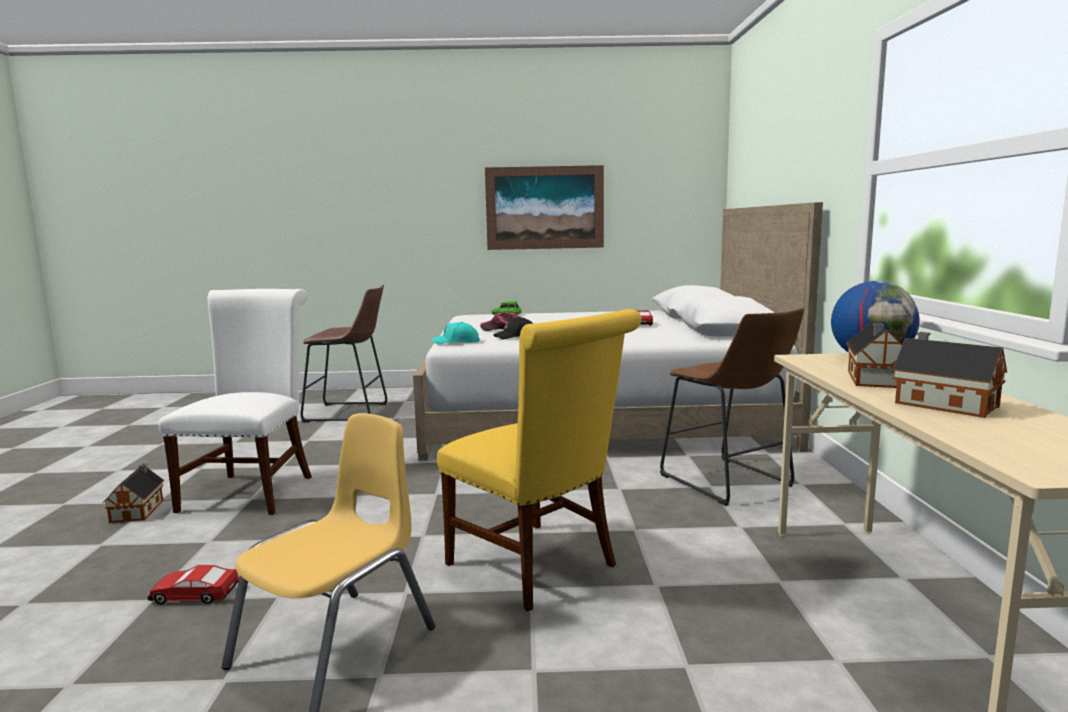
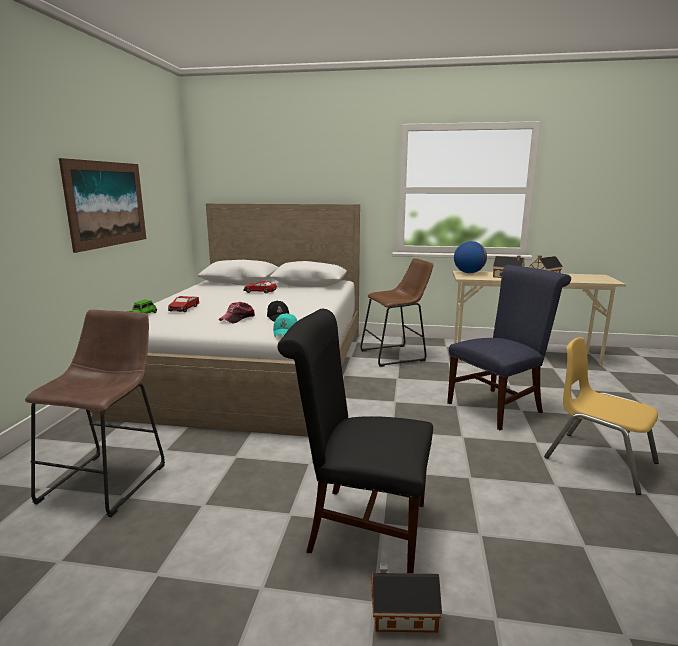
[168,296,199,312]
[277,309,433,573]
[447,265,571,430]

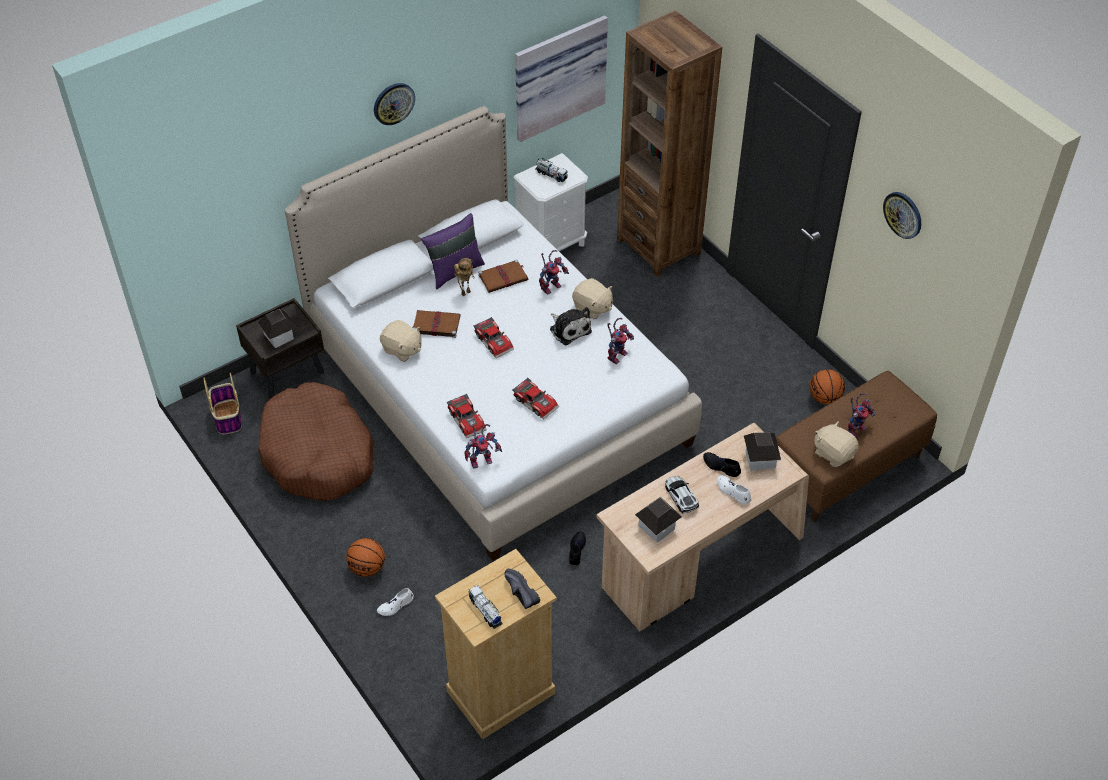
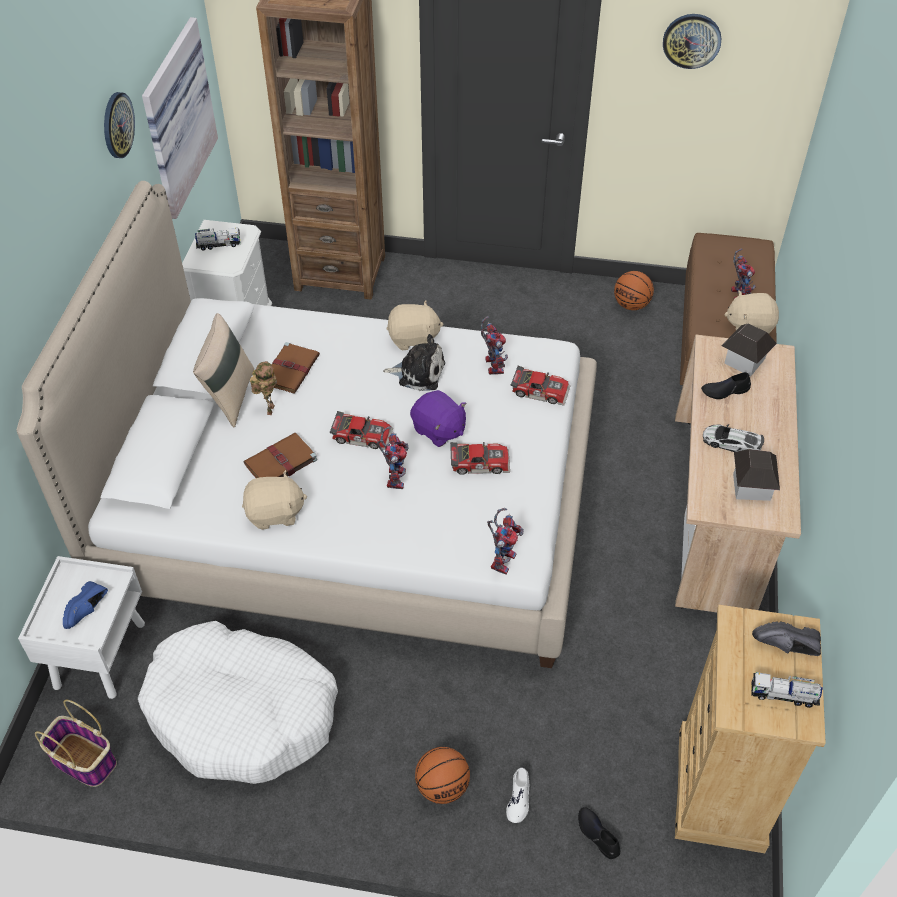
[18,556,145,699]
[63,581,108,629]
[104,92,135,158]
[138,621,338,784]
[193,313,255,428]
[377,427,409,489]
[410,390,466,447]
[511,366,571,406]
[578,807,620,859]
[717,475,751,505] (first image)

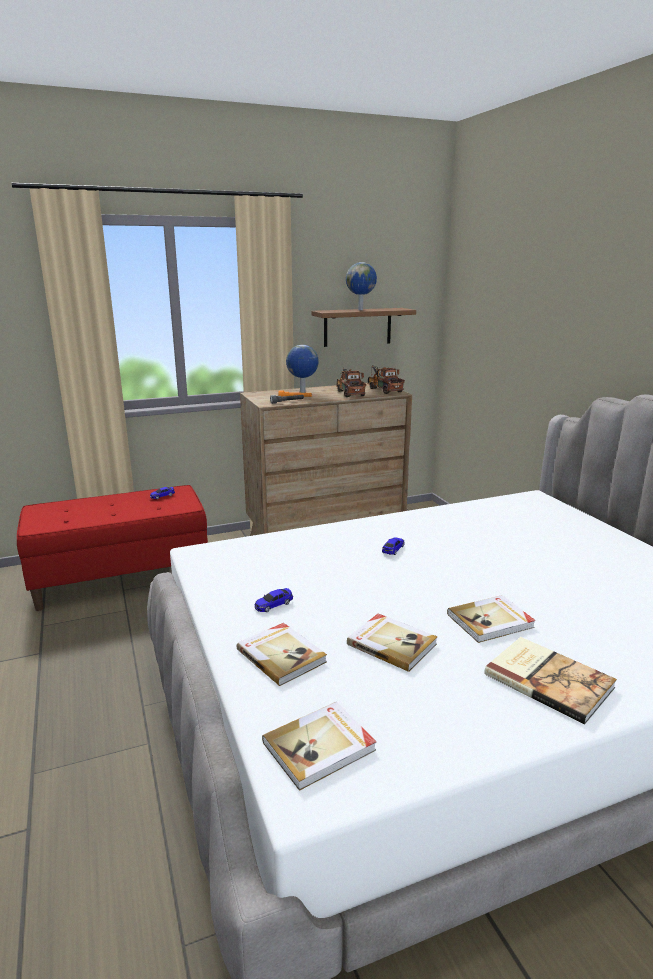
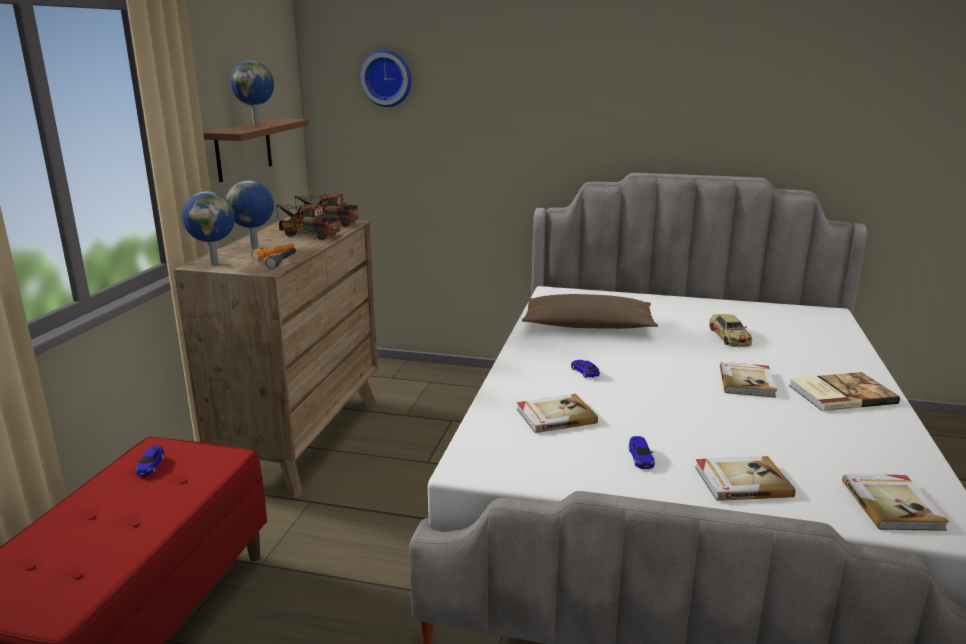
[181,191,235,265]
[360,50,412,107]
[517,394,598,433]
[522,294,658,329]
[709,314,752,347]

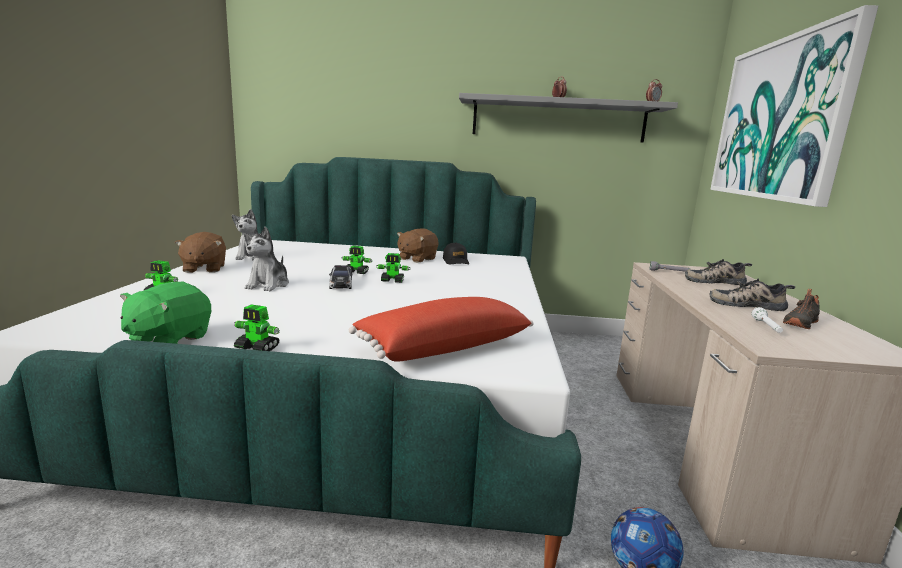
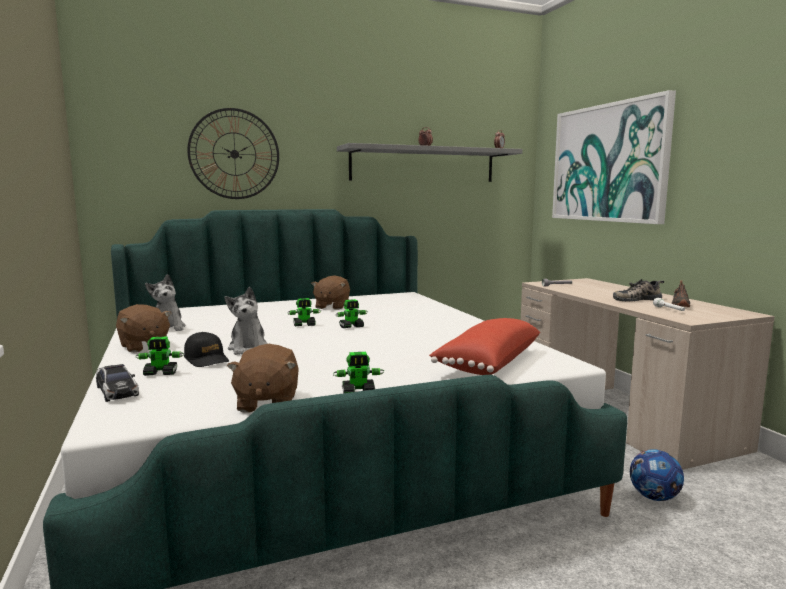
[96,364,139,402]
[184,332,229,367]
[187,108,279,199]
[227,344,298,413]
[685,259,752,285] (first image)

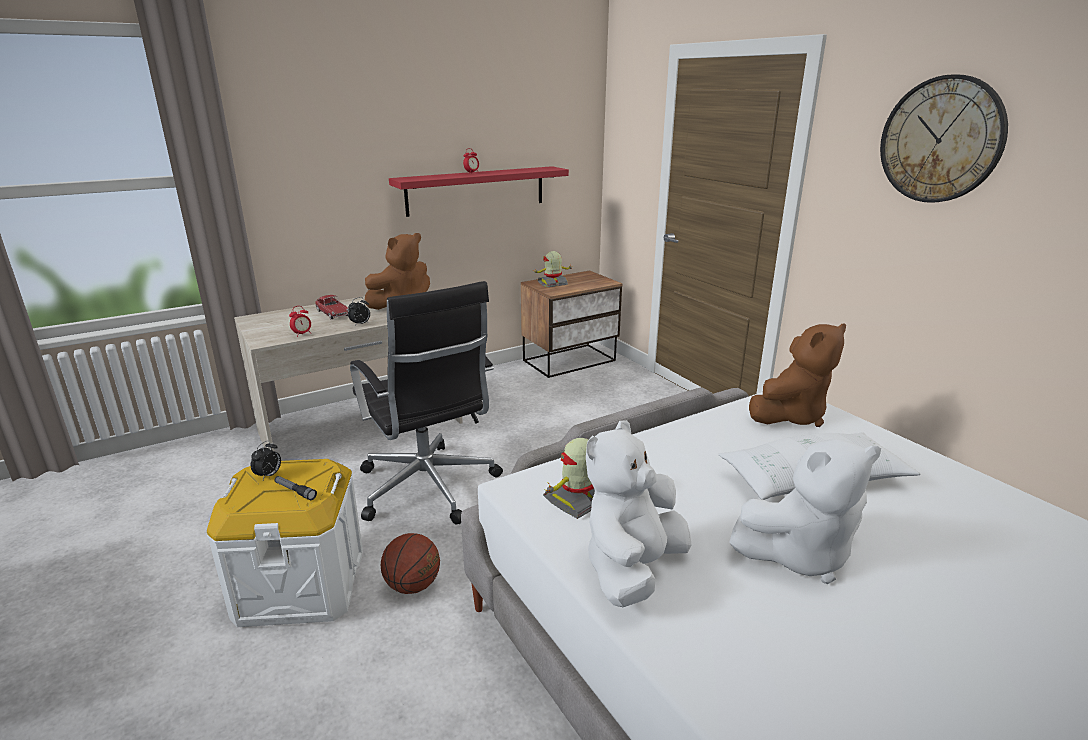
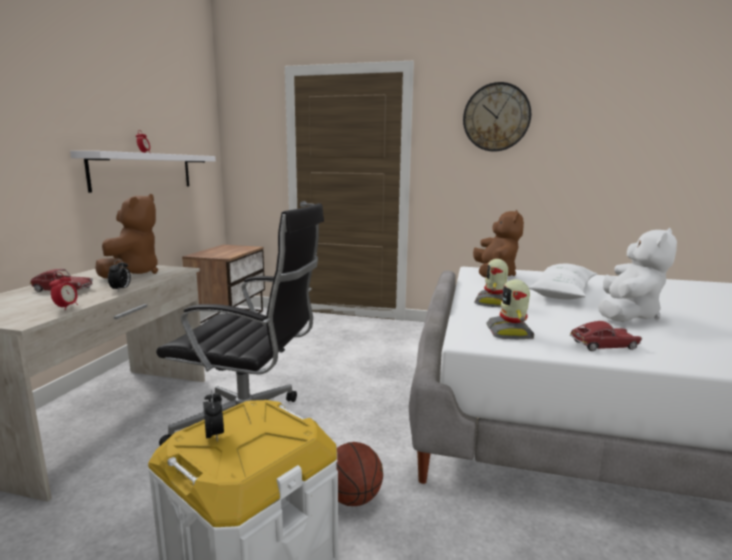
[70,151,216,193]
[474,259,508,307]
[570,321,642,351]
[274,476,317,500] (first image)

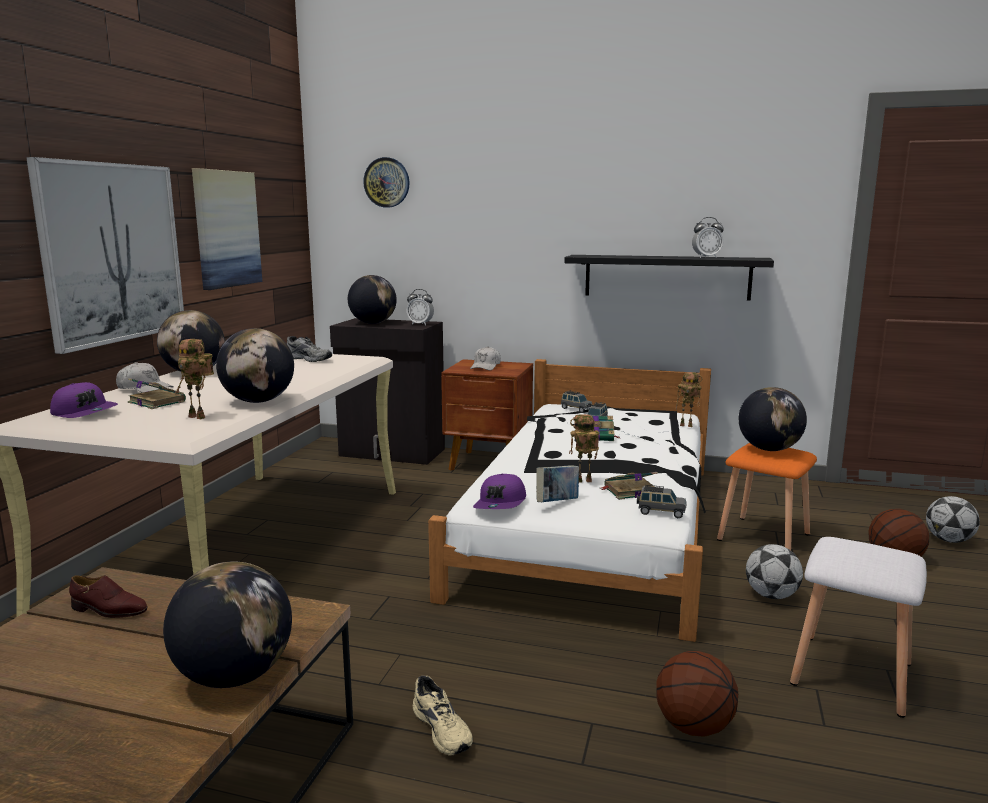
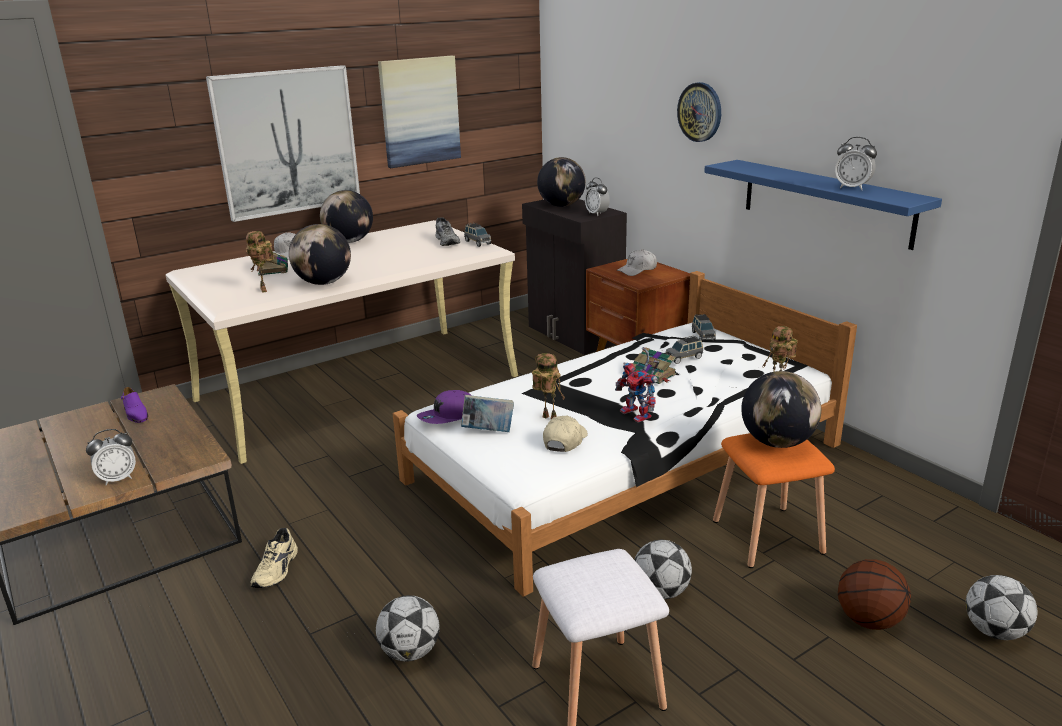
[86,429,136,485]
[121,387,148,423]
[376,595,440,661]
[464,223,491,247]
[543,416,588,452]
[615,347,659,423]
[677,82,721,142]
[704,160,942,250]
[50,382,118,418] (first image)

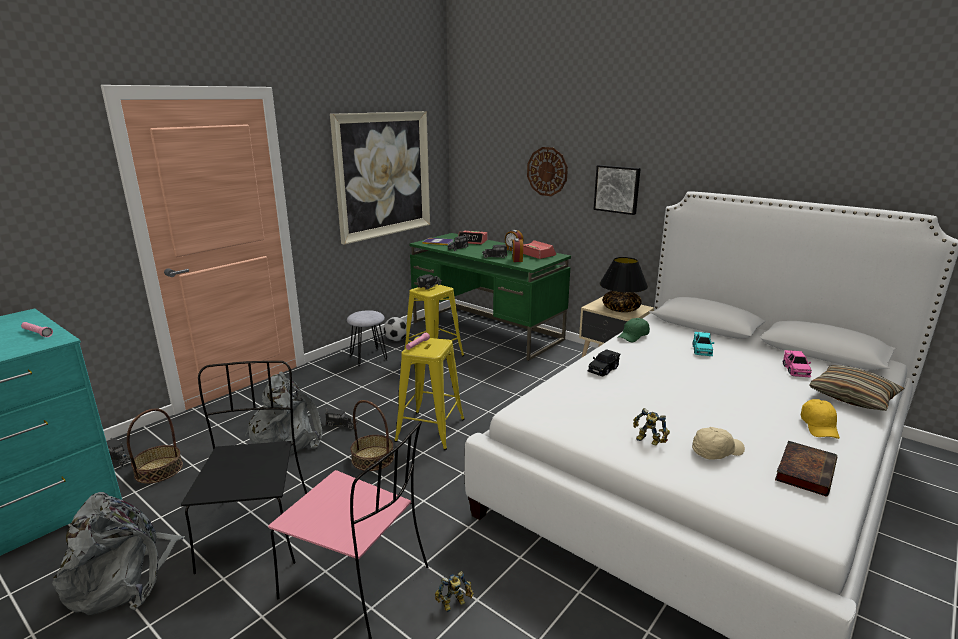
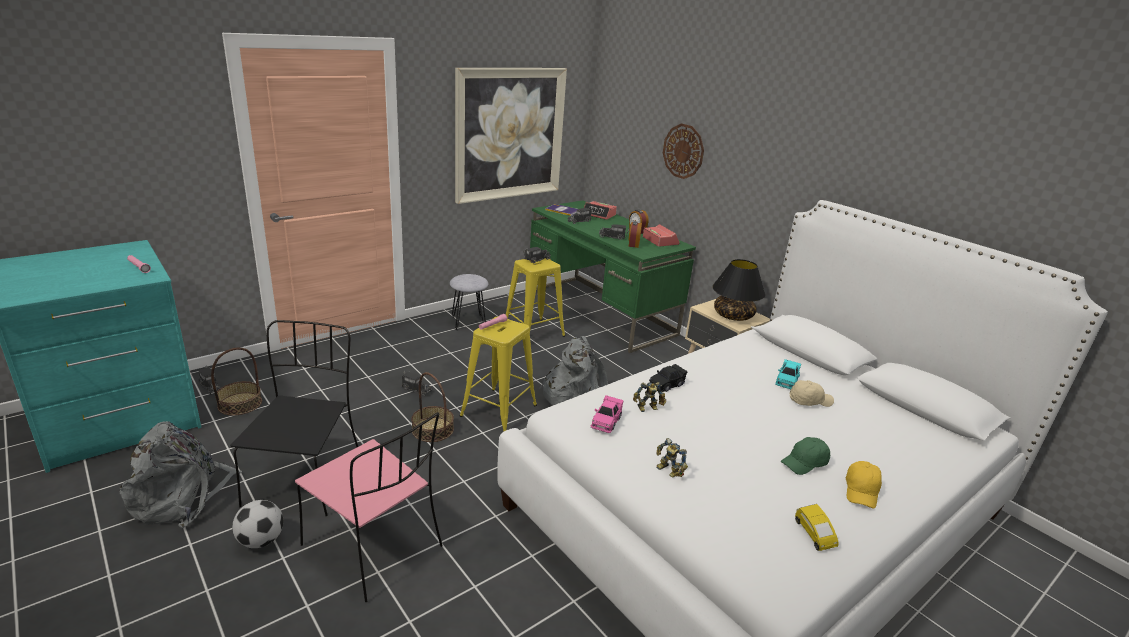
[232,500,283,548]
[539,336,608,406]
[591,395,624,433]
[633,382,666,412]
[781,437,830,475]
[789,380,834,407]
[795,504,838,551]
[594,165,641,215] (first image)
[809,365,905,411] (first image)

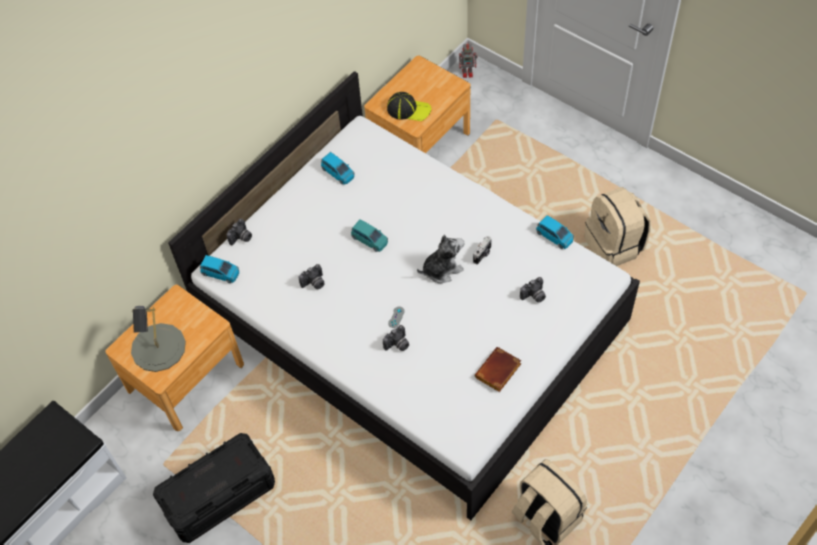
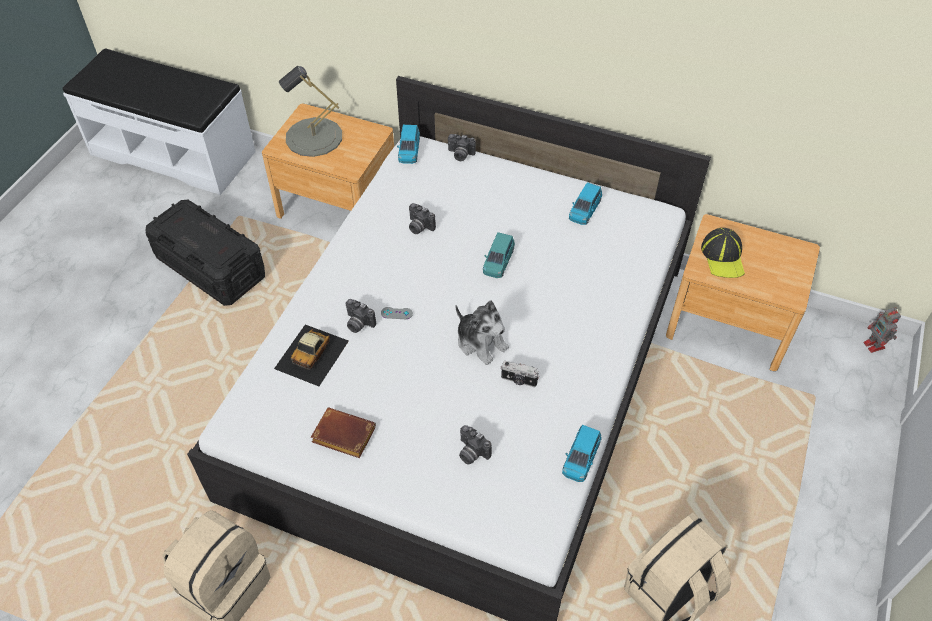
[274,324,349,386]

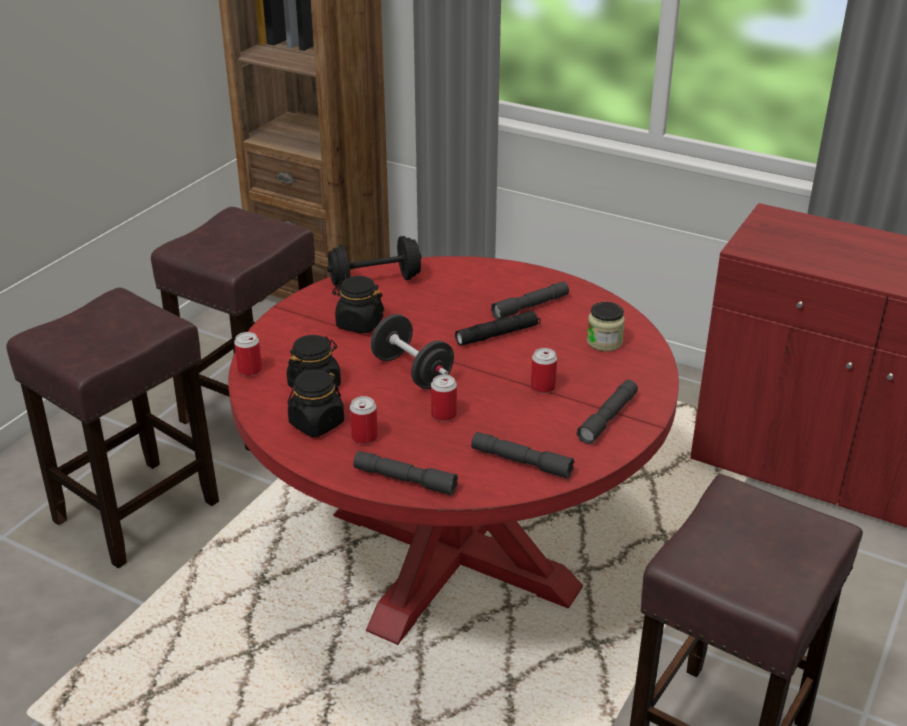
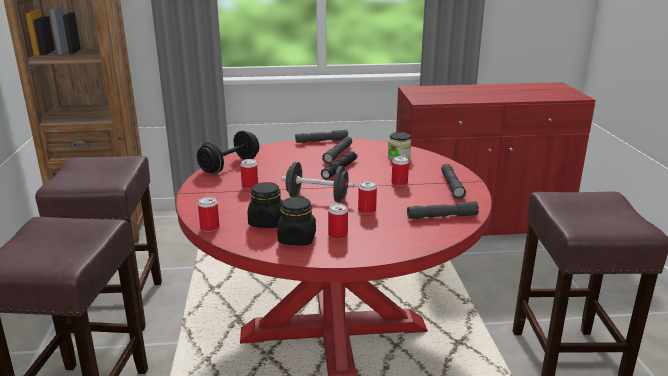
[240,159,258,189]
[295,130,348,143]

